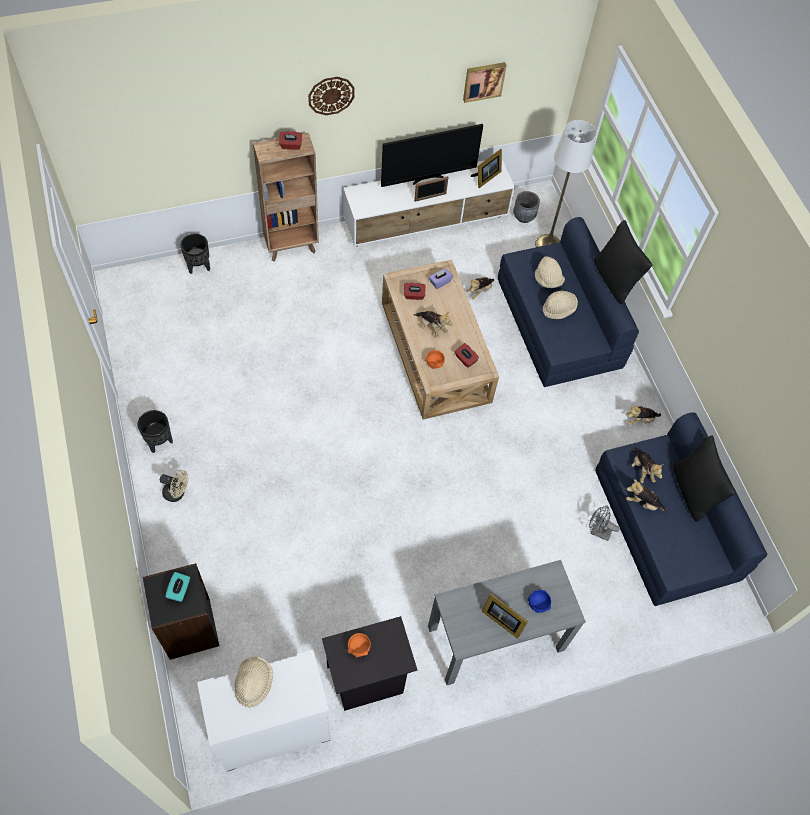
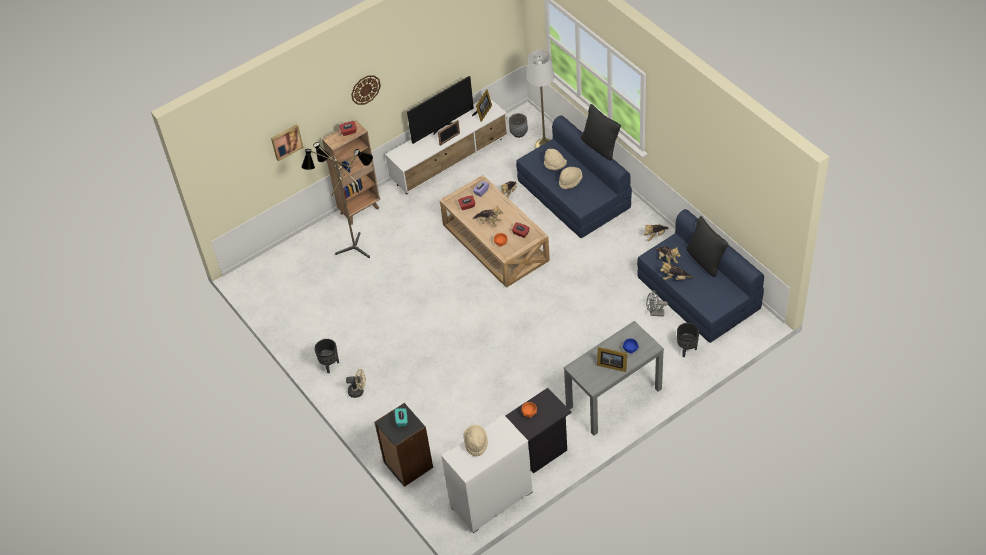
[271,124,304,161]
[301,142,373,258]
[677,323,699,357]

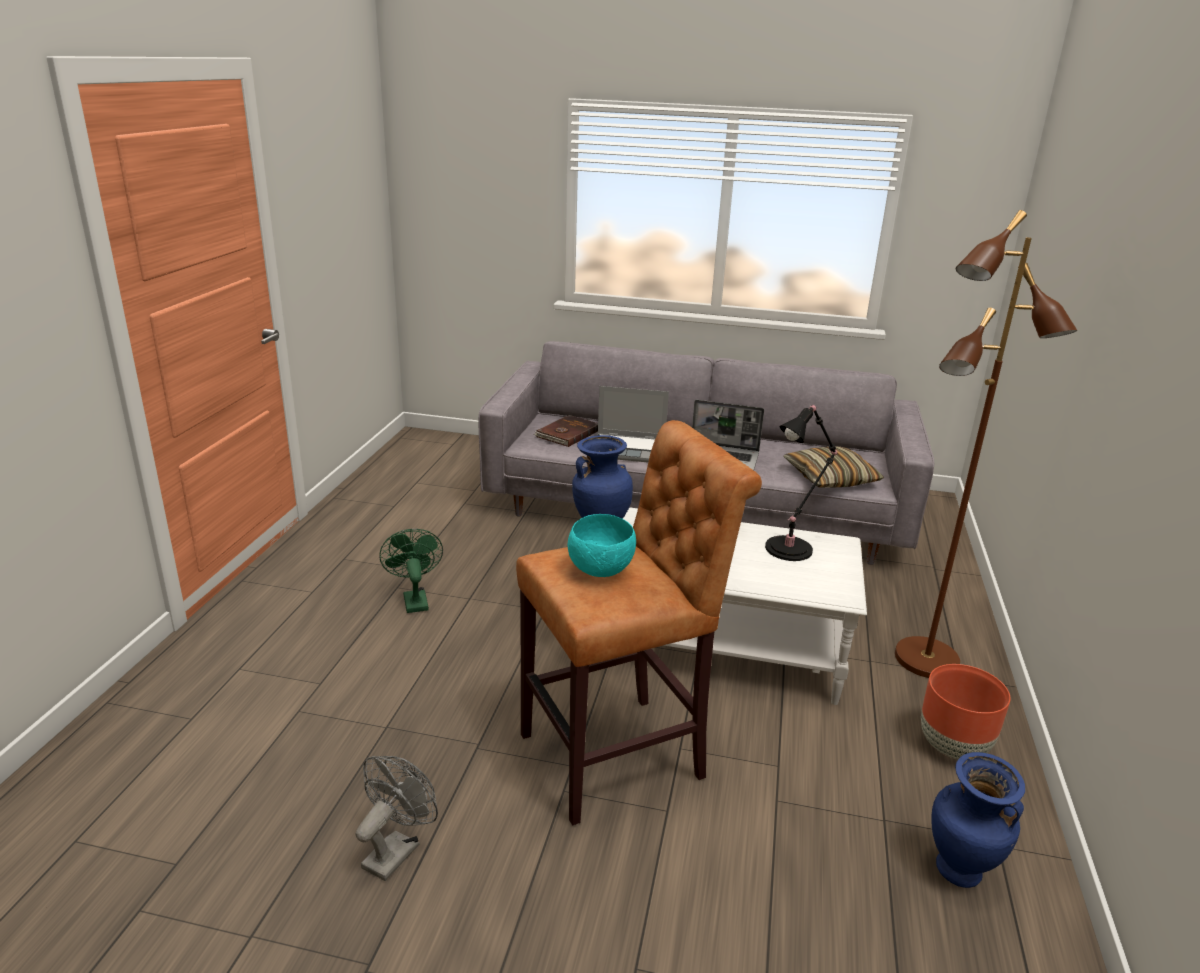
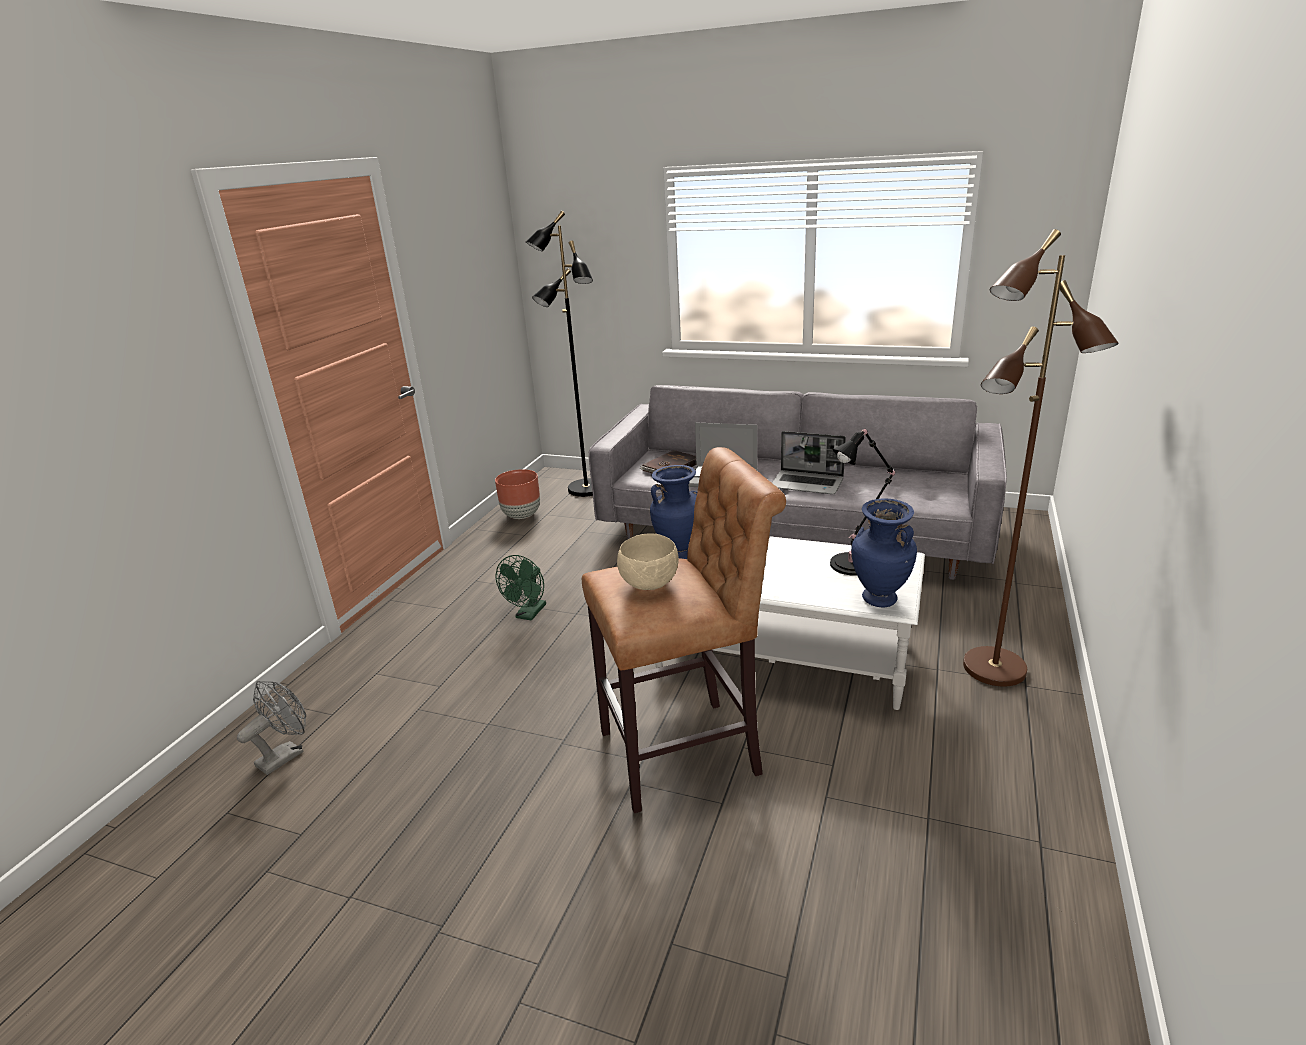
[237,681,306,775]
[495,469,540,519]
[496,555,546,621]
[526,211,593,497]
[617,534,679,590]
[851,498,917,607]
[784,447,884,488] (first image)

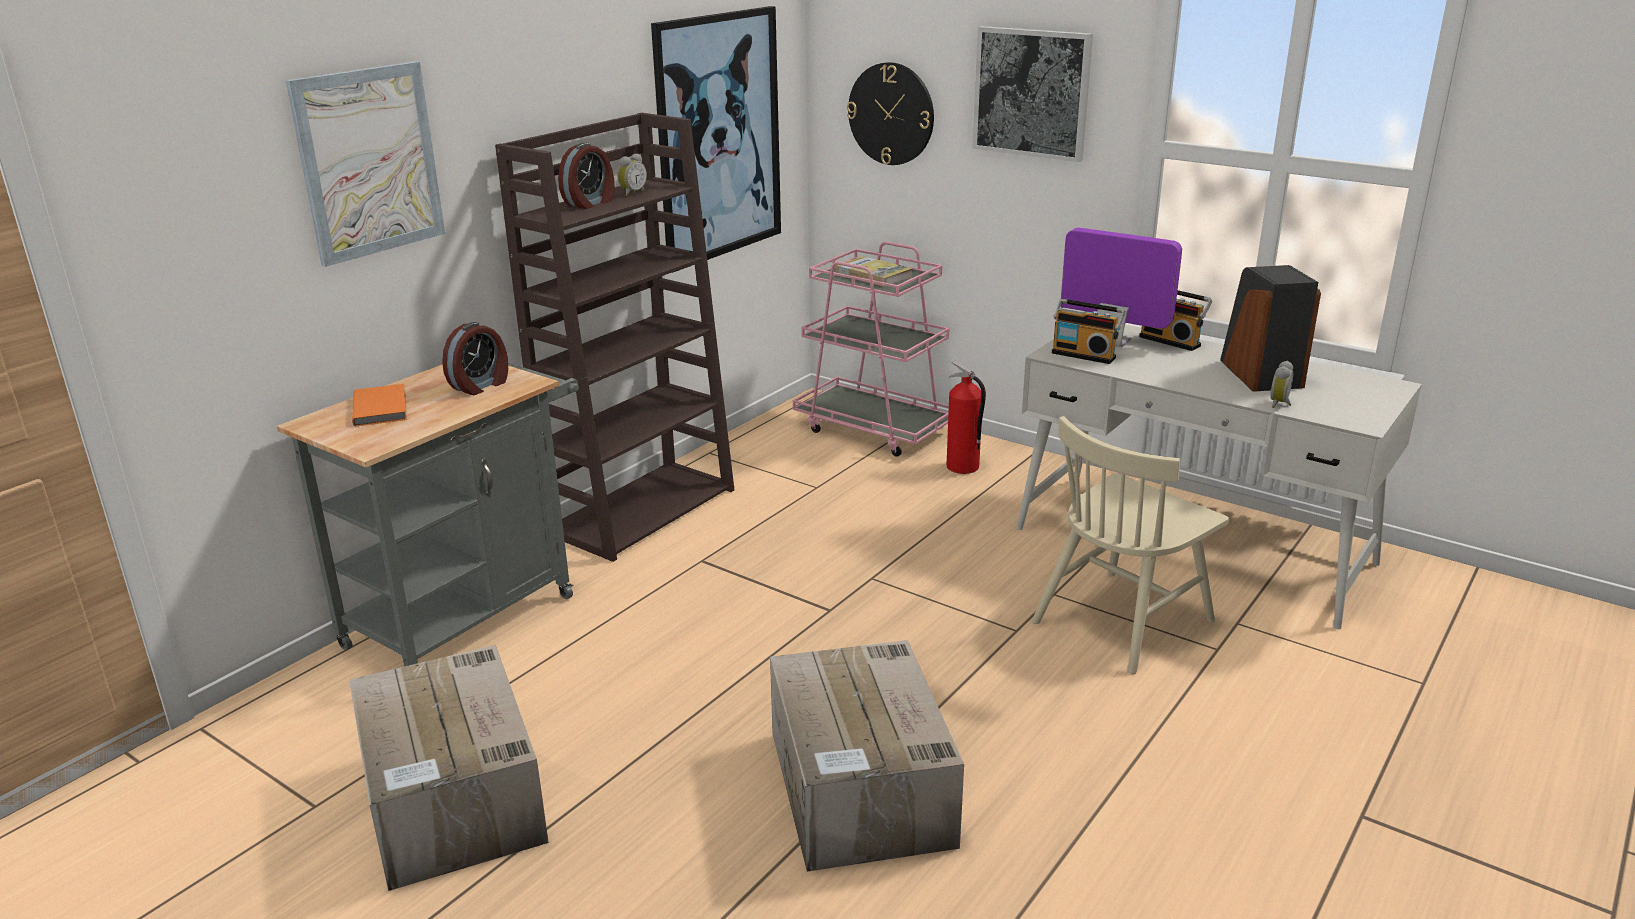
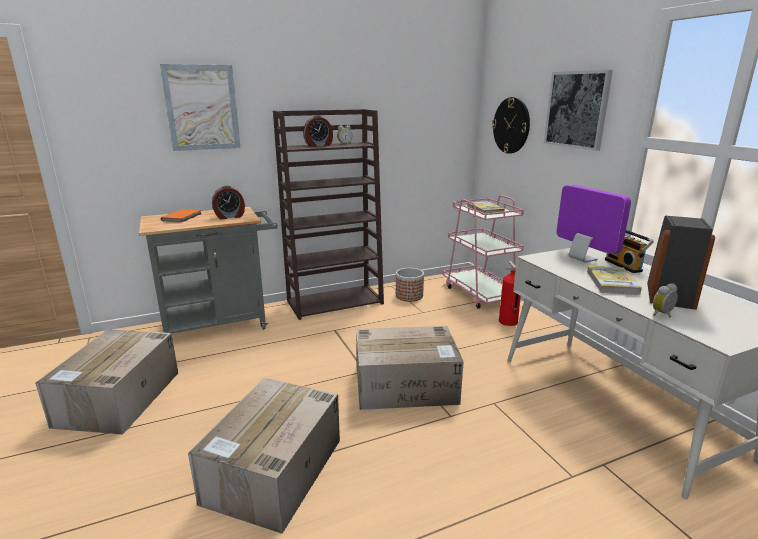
[356,326,464,410]
[396,268,424,302]
[587,266,642,295]
[651,6,781,273] (first image)
[1032,416,1229,674] (first image)
[1052,299,1125,364] (first image)

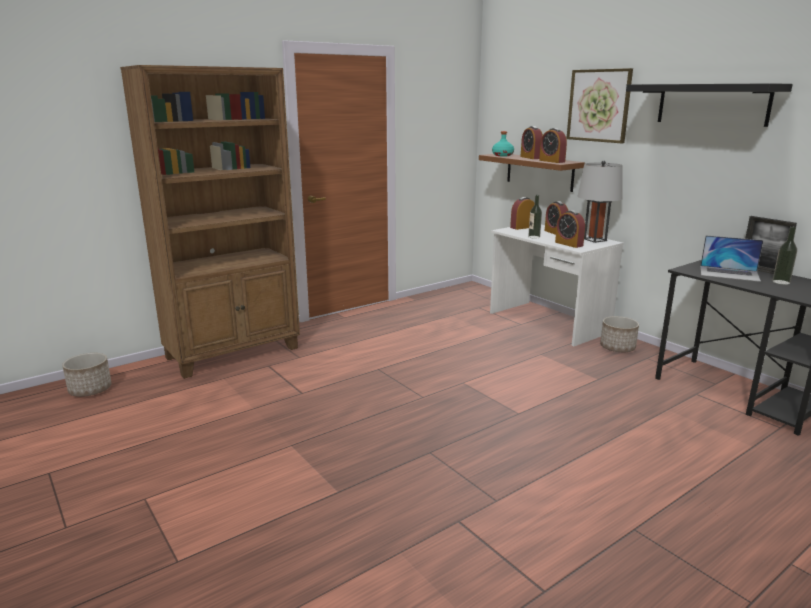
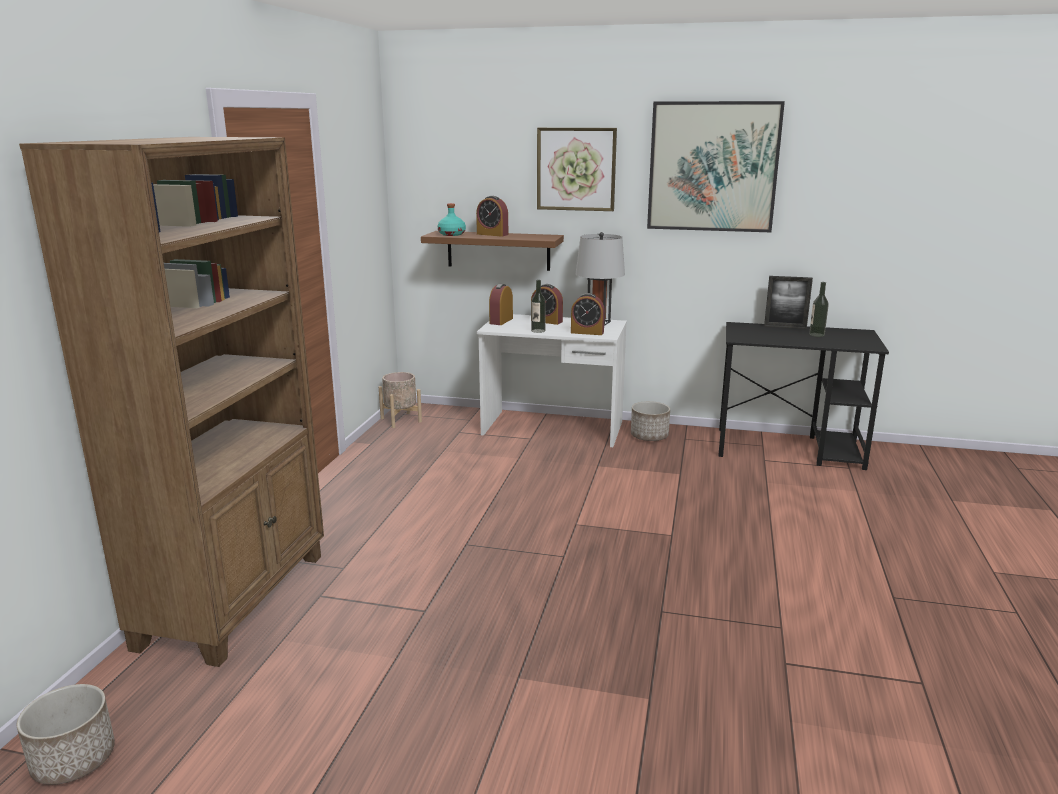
[379,372,422,428]
[647,101,785,232]
[539,128,567,163] (first image)
[700,235,763,282] (first image)

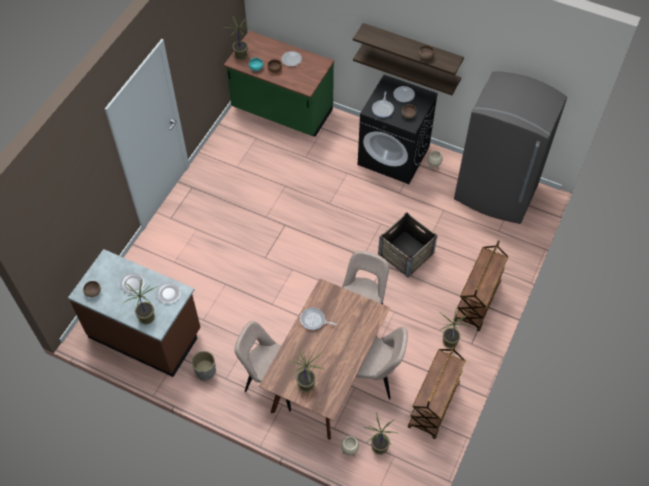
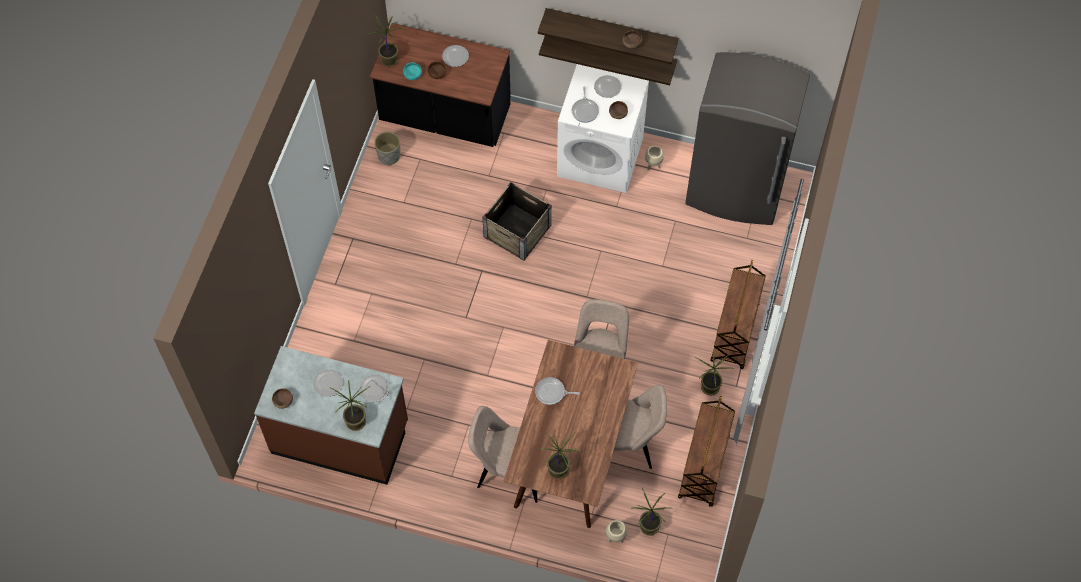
[370,23,511,147]
[374,132,400,165]
[482,182,552,261]
[557,64,649,193]

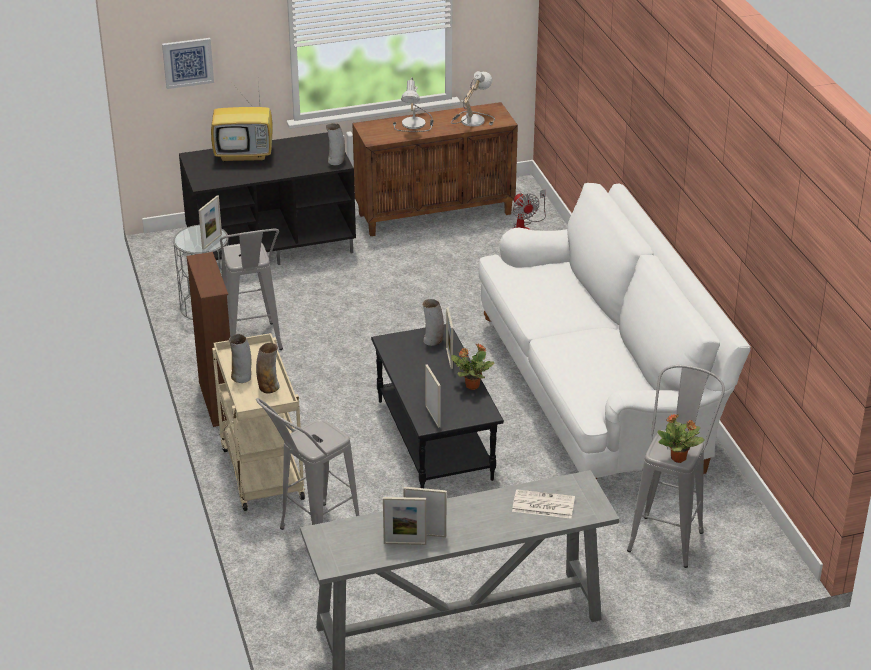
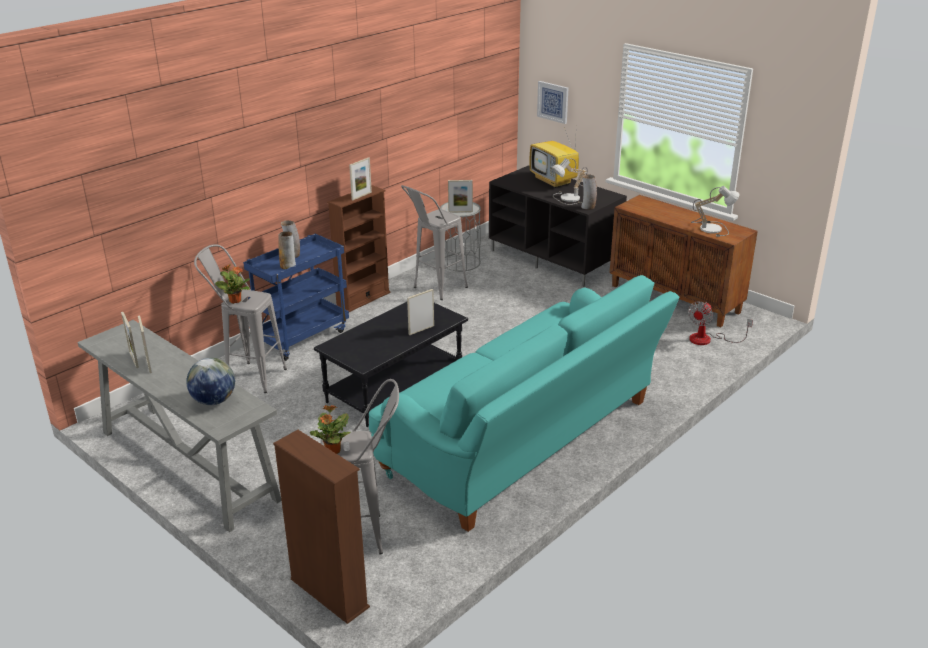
[186,358,235,405]
[215,264,250,304]
[243,234,349,361]
[273,430,370,624]
[349,157,372,200]
[369,275,679,532]
[552,158,588,205]
[422,299,444,346] (first image)

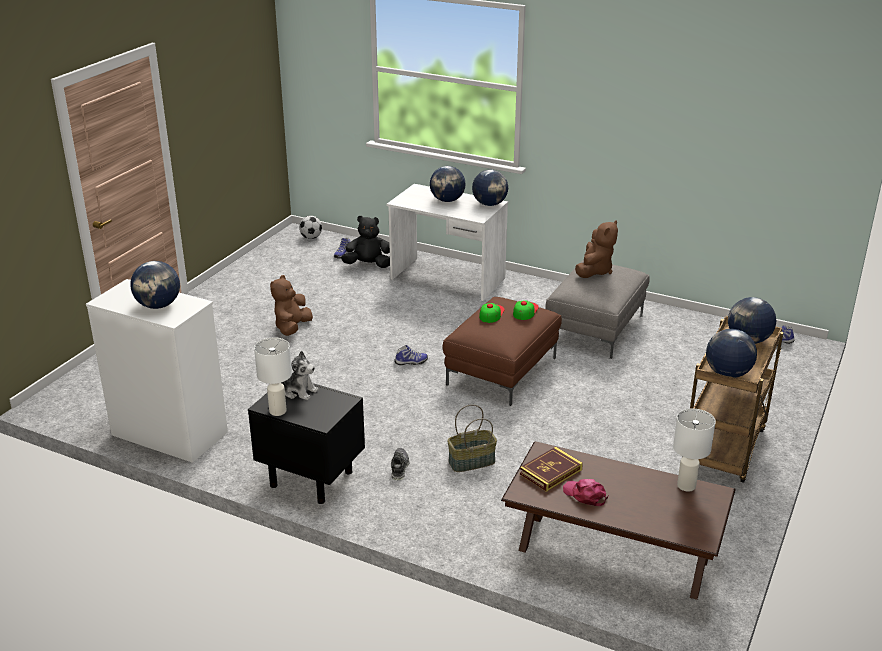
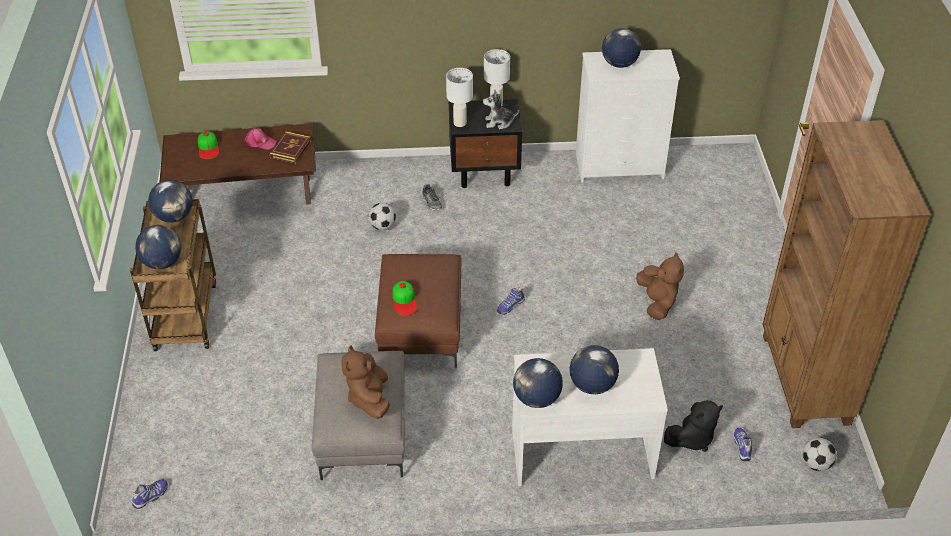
[198,131,219,159]
[369,203,396,230]
[446,68,473,127]
[762,120,930,428]

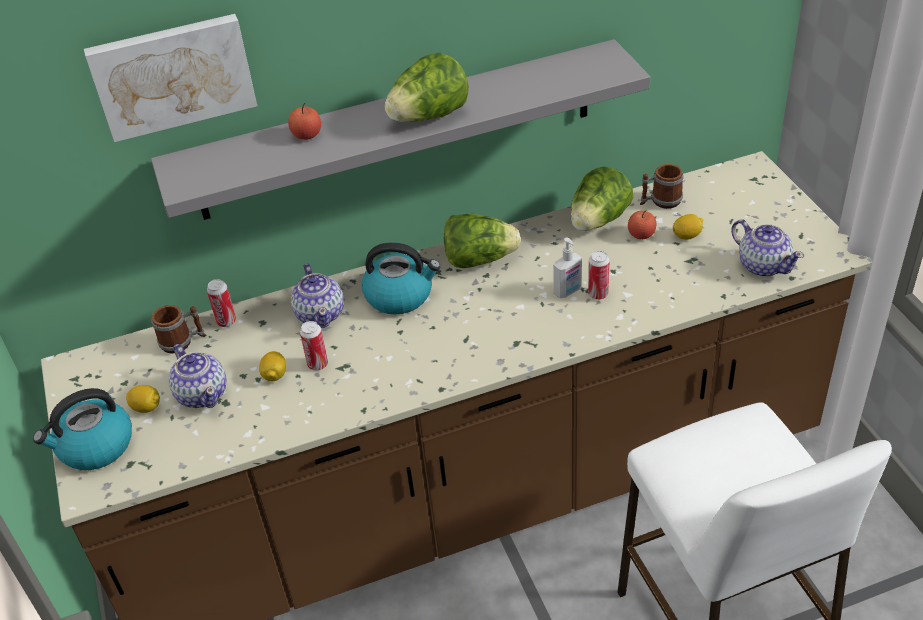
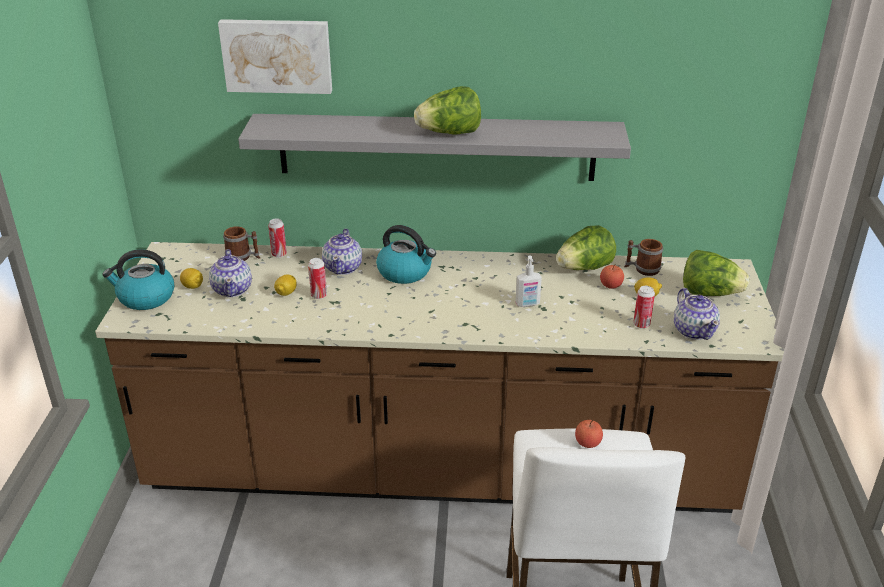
[575,419,603,448]
[633,286,655,329]
[683,250,749,296]

